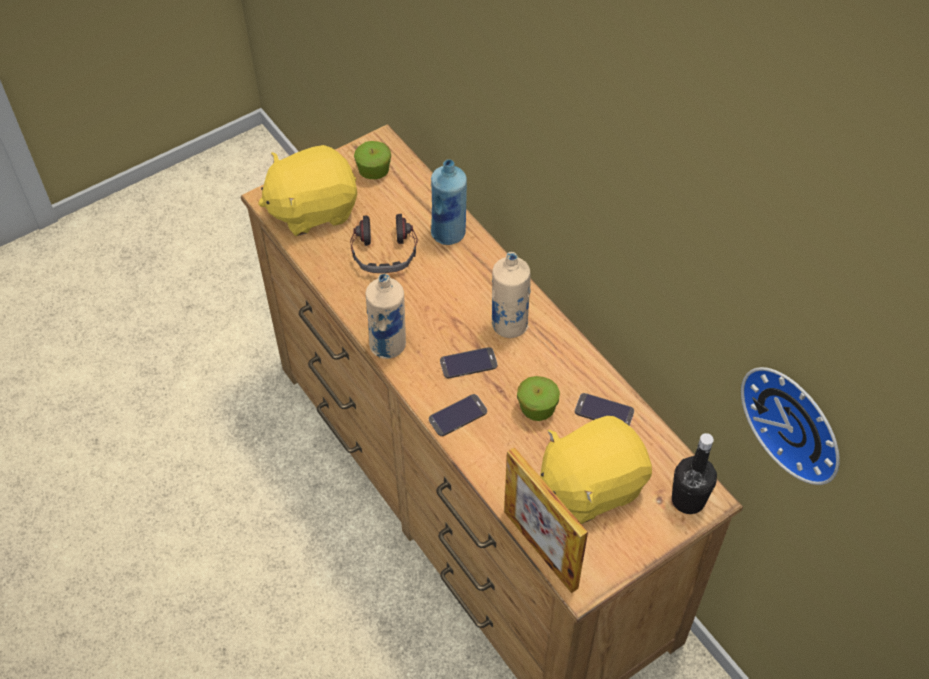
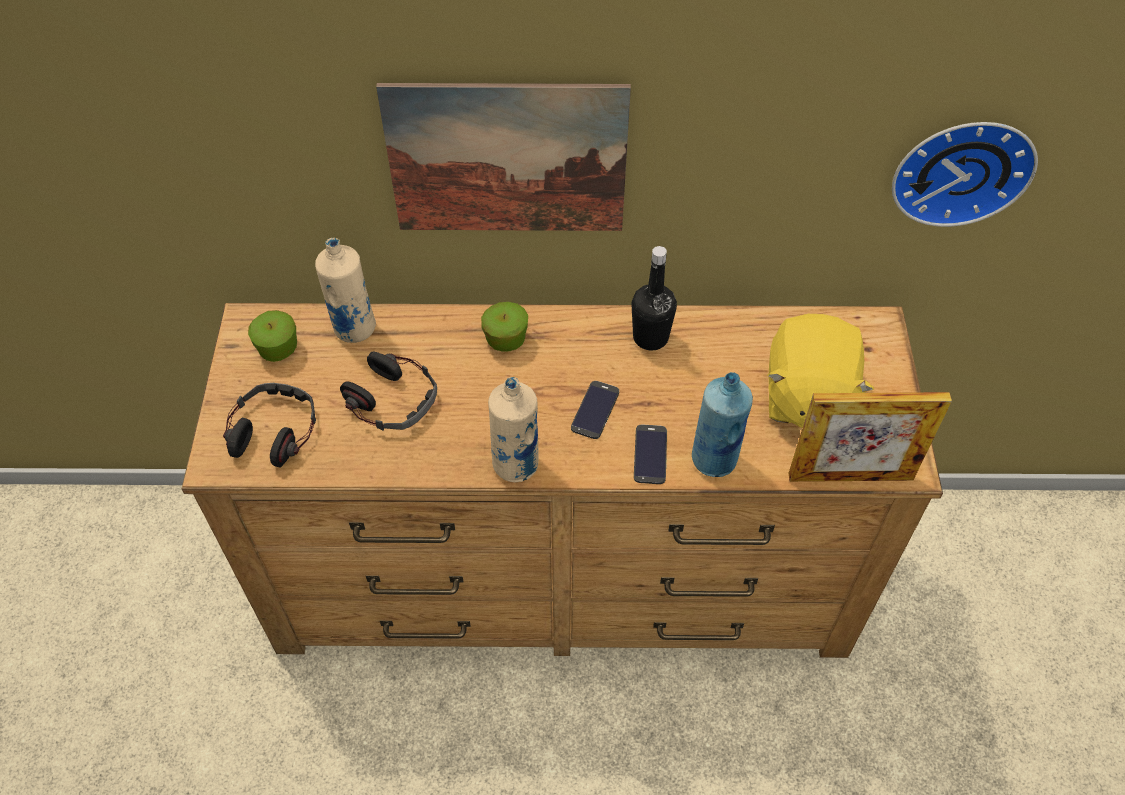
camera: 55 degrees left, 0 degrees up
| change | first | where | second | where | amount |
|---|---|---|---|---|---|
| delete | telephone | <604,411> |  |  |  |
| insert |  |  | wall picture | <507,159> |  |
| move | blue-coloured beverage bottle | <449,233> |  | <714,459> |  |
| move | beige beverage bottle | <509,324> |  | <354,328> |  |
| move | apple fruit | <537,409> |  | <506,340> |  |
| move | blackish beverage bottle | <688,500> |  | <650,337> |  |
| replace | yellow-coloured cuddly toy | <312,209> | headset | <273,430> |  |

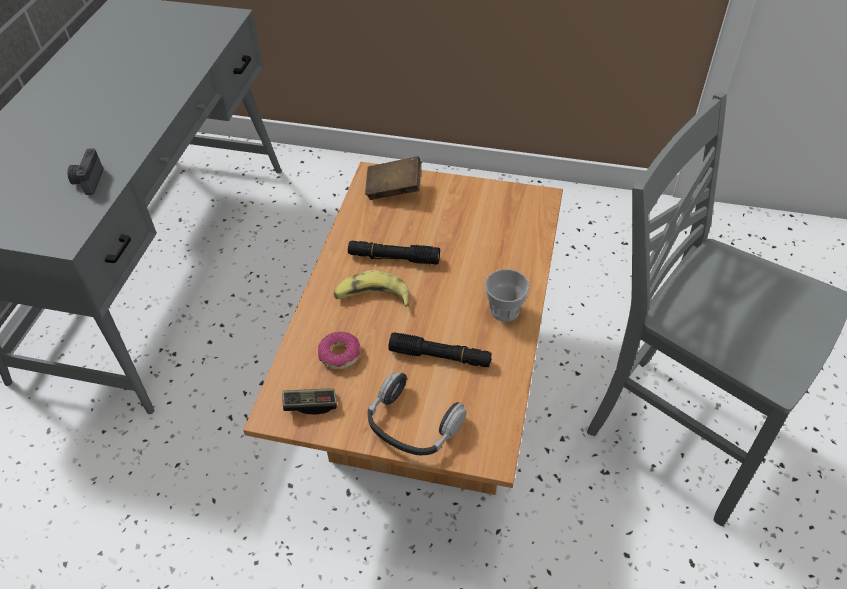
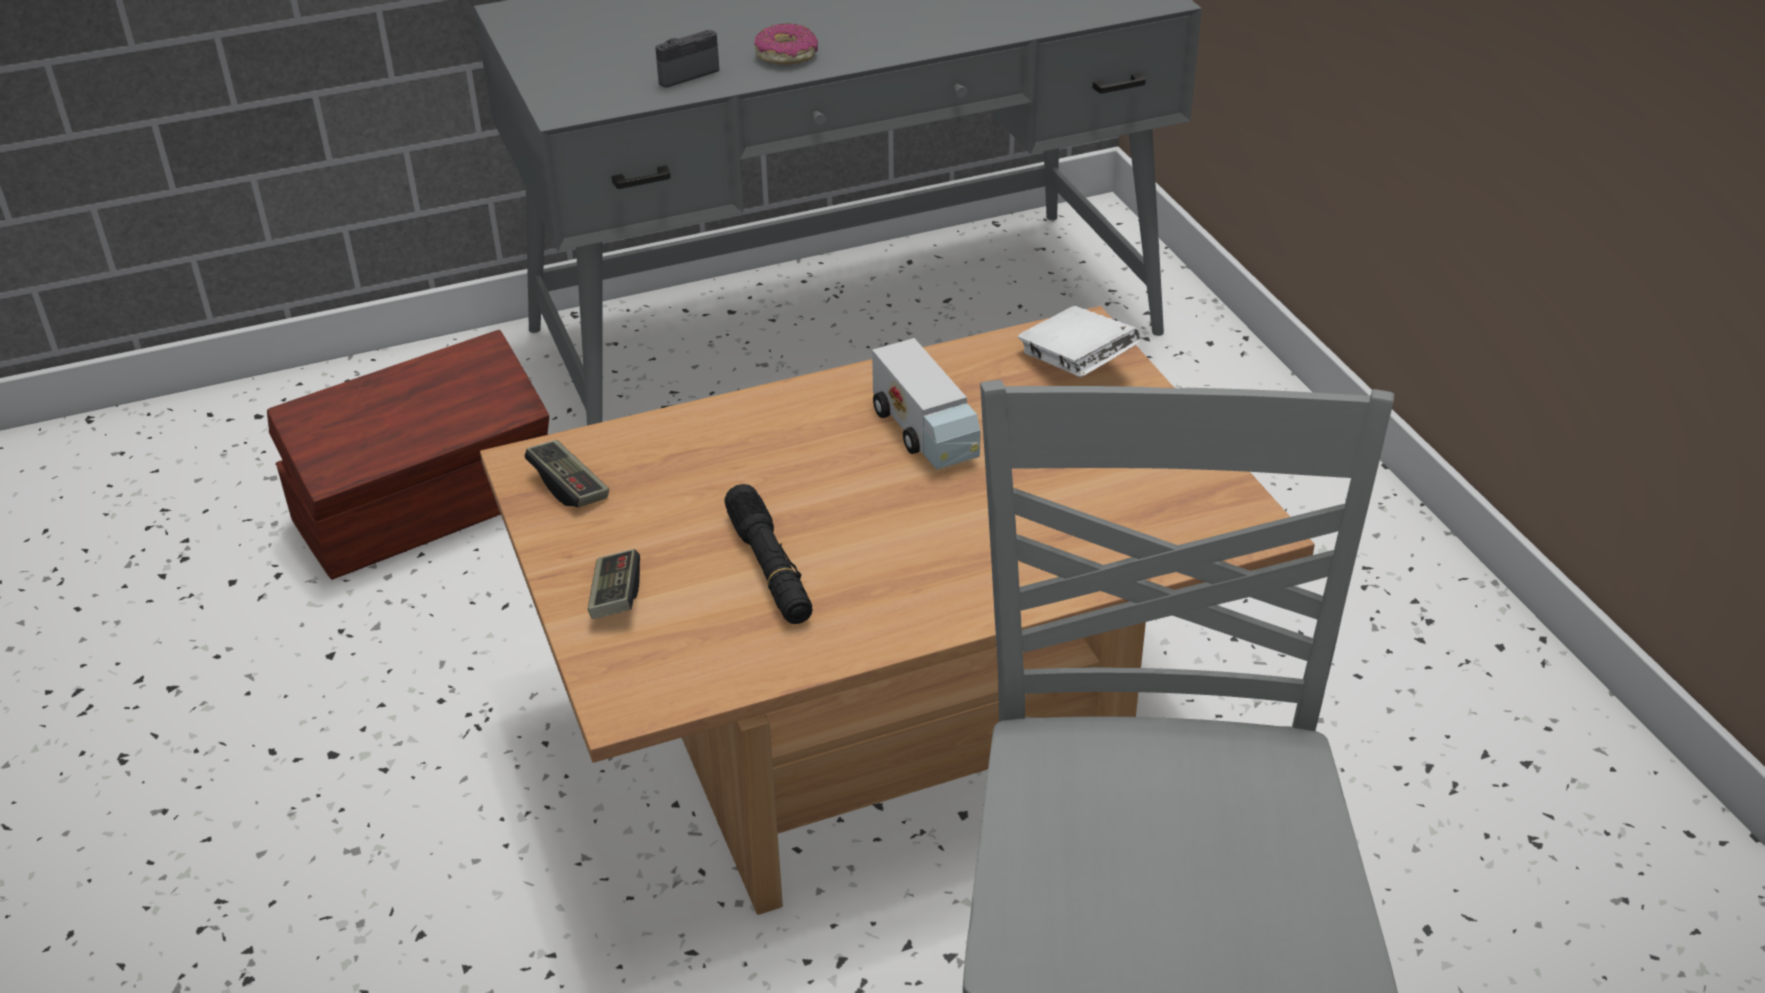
camera: 55 degrees right, 10 degrees down
| change | first | where | second | where | amount |
|---|---|---|---|---|---|
| delete | whole banana | <372,297> |  |  |  |
| delete | small cup | <504,310> |  |  |  |
| insert |  |  | brown-coloured storage box | <429,508> |  |
| move | donut | <339,355> |  | <786,55> |  |
| replace | blackish torch | <393,258> | toy lorry | <925,432> |  |
| replace | headset | <413,424> | gamepad | <615,597> |  |
| recolor | brown-coloured volume | <394,189> | white volume | <1076,365> |  |

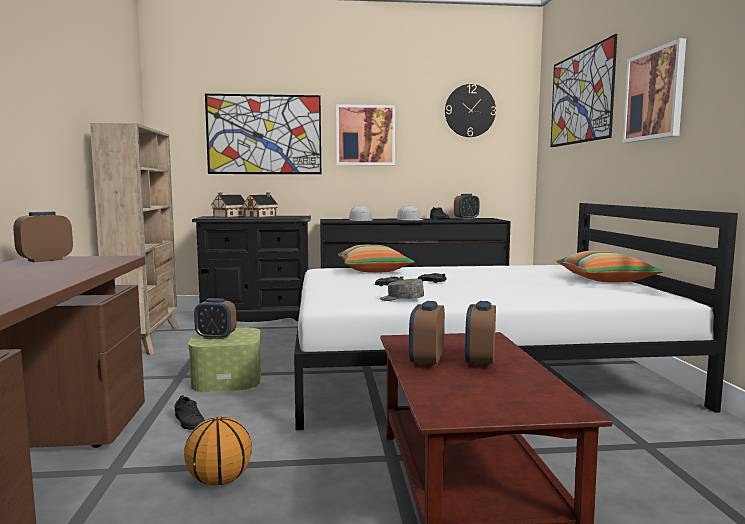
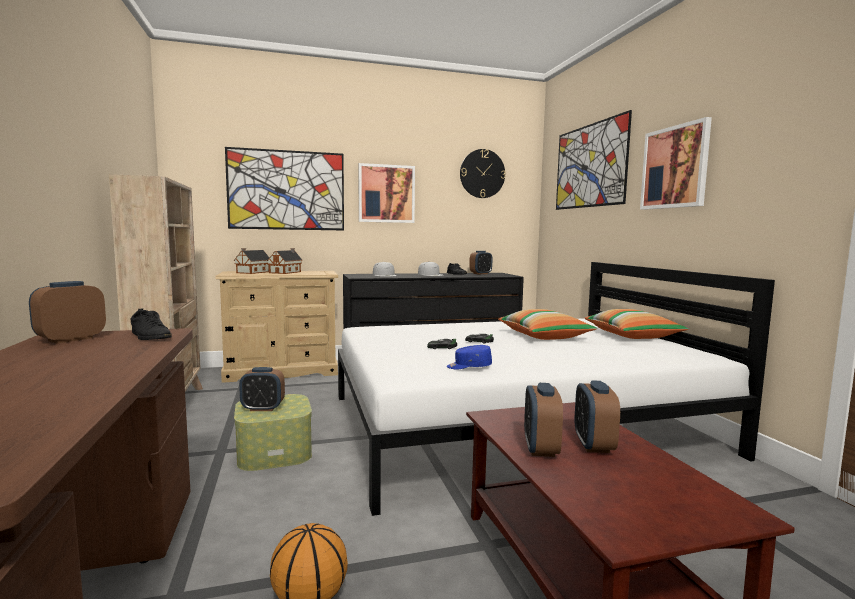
camera: 10 degrees left, 0 degrees up
| change | first | where | second | where | amount |
|---|---|---|---|---|---|
| move | blackish low shoe | <190,422> |  | <150,336> |  |
| move | cushion | <374,270> |  | <544,336> |  |
| recolor | blackish chest of drawers | <257,316> | beige chest of drawers | <282,371> |  |
| recolor | greyish baseball cap | <401,299> | blue-coloured baseball cap | <469,367> |  |

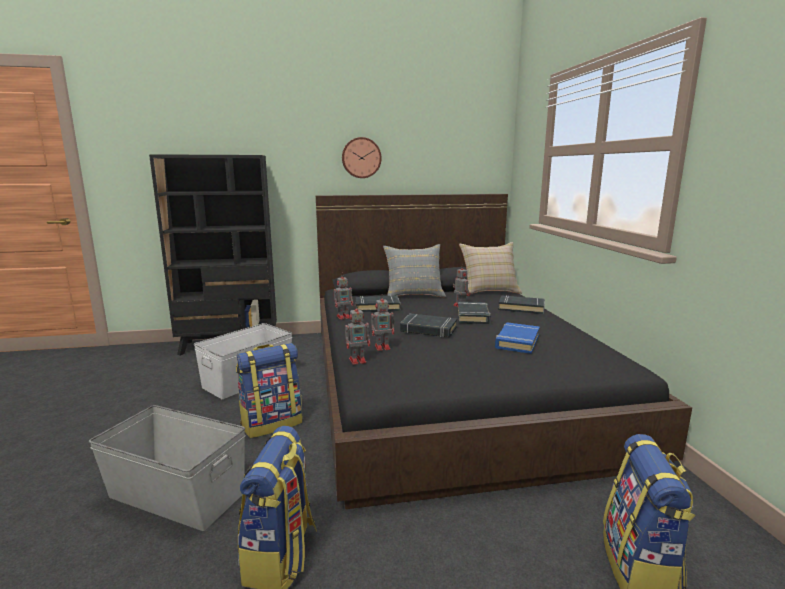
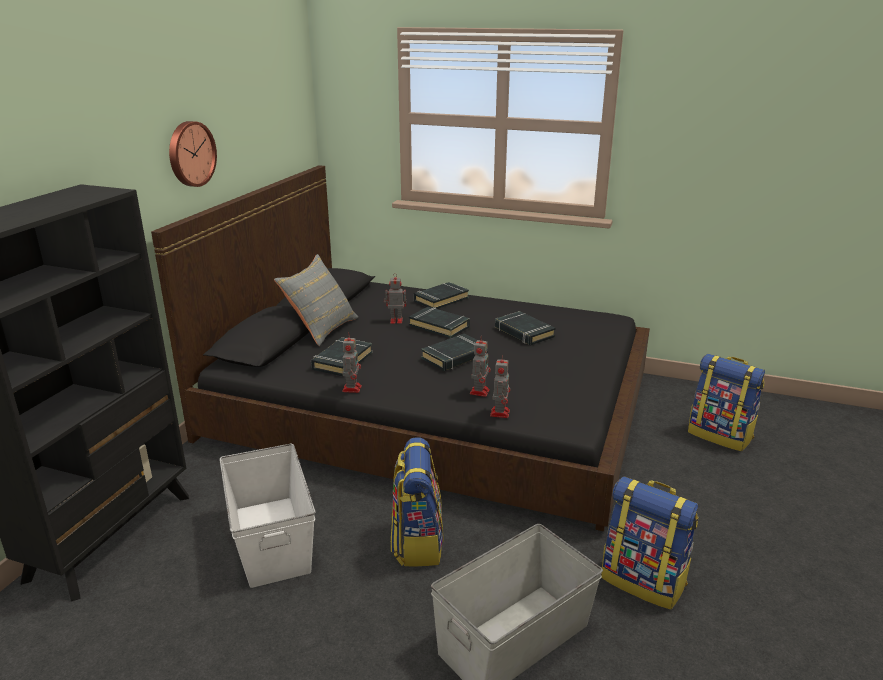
camera: 60 degrees left, 10 degrees up
| change | first | where | second | where | amount |
|---|---|---|---|---|---|
| delete | beige cushion | <489,290> |  |  |  |
| recolor | blue-coloured volume | <517,342> | blackish volume | <523,332> |  |

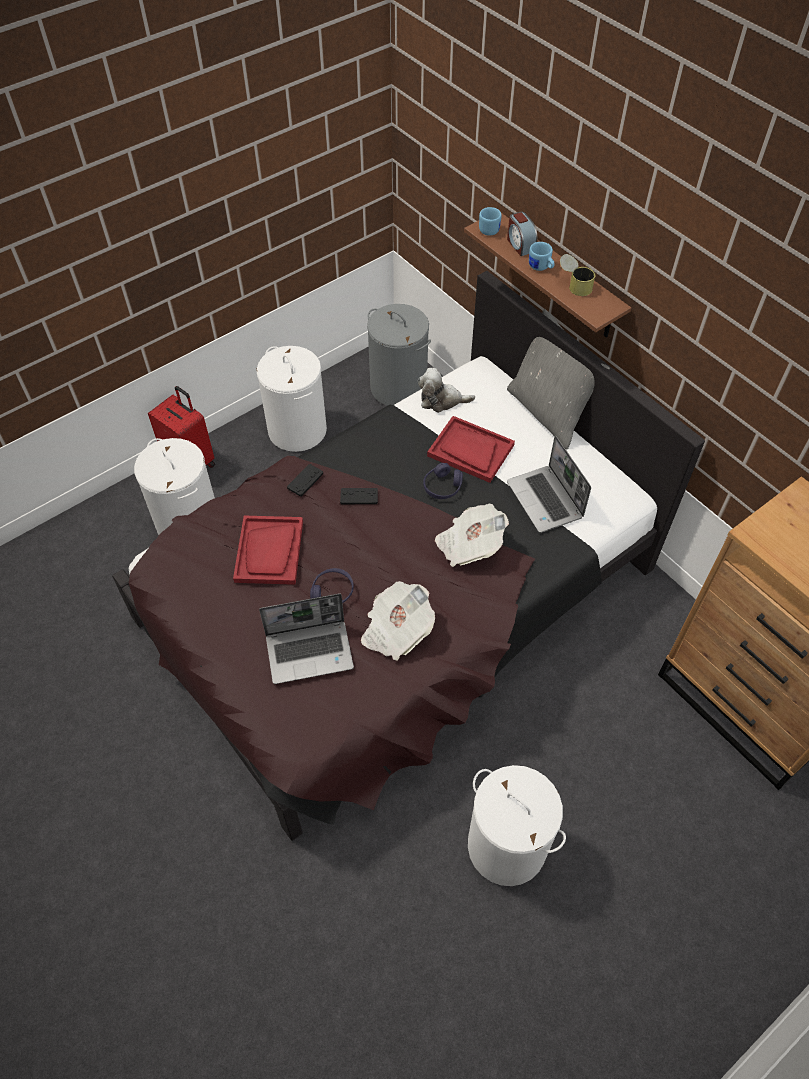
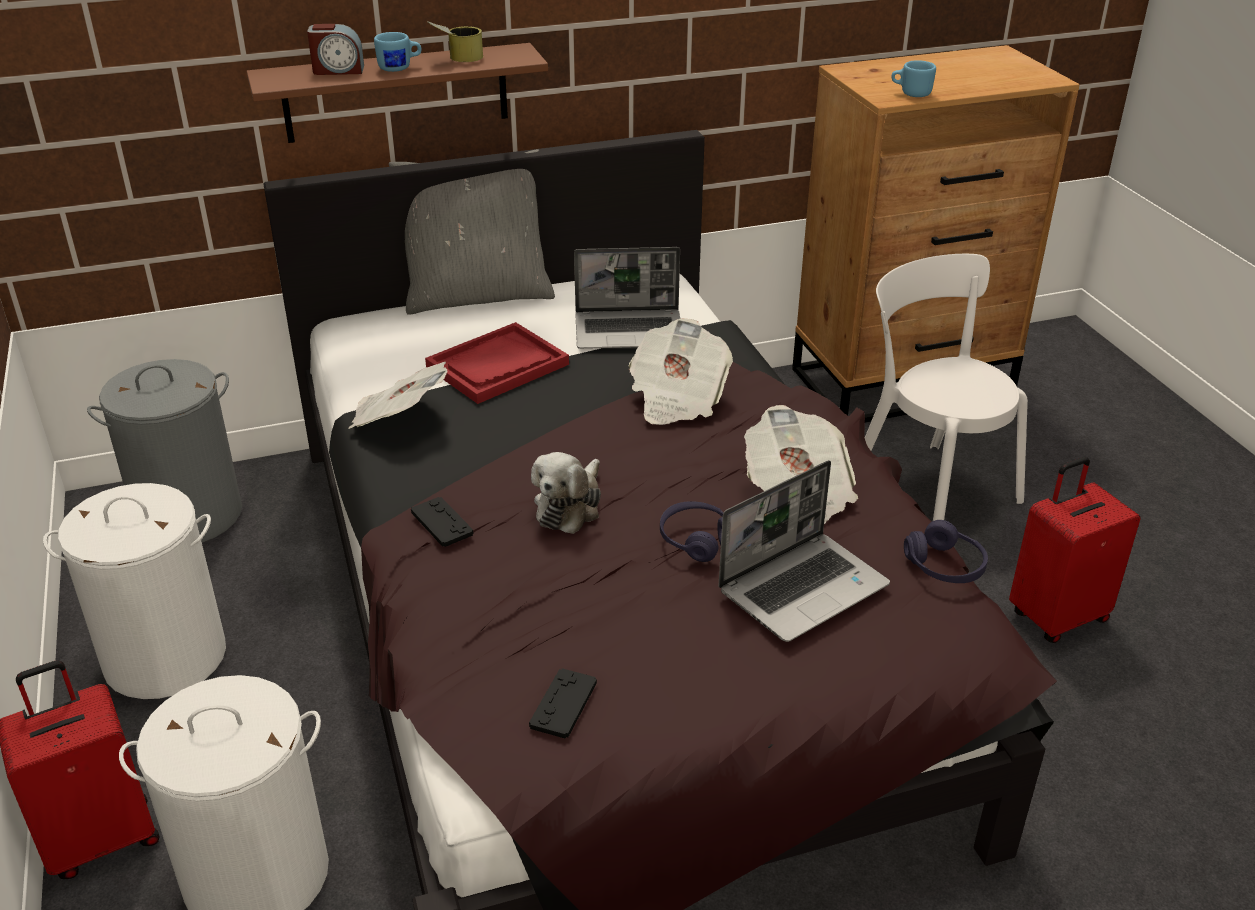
camera: 70 degrees left, 20 degrees down
| change | first | where | second | where | amount |
|---|---|---|---|---|---|
| delete | red serving tray | <269,551> |  |  |  |
| insert |  |  | newspaper | <399,419> |  |
| insert |  |  | white plain chair | <928,488> |  |
| move | blackish gamepad | <359,496> |  | <563,704> |  |
| move | cuddly toy | <441,400> |  | <570,506> |  |
| move | purple-coloured headset | <442,487> |  | <944,566> |  |
| move | blue-coloured coffee mug | <488,228> |  | <911,93> |  |
| replace | white laundry basket | <507,846> | red piece of luggage | <1056,616> |  |
| rotate | laptop | <310,651> |  | <803,587> | 45 degrees clockwise |

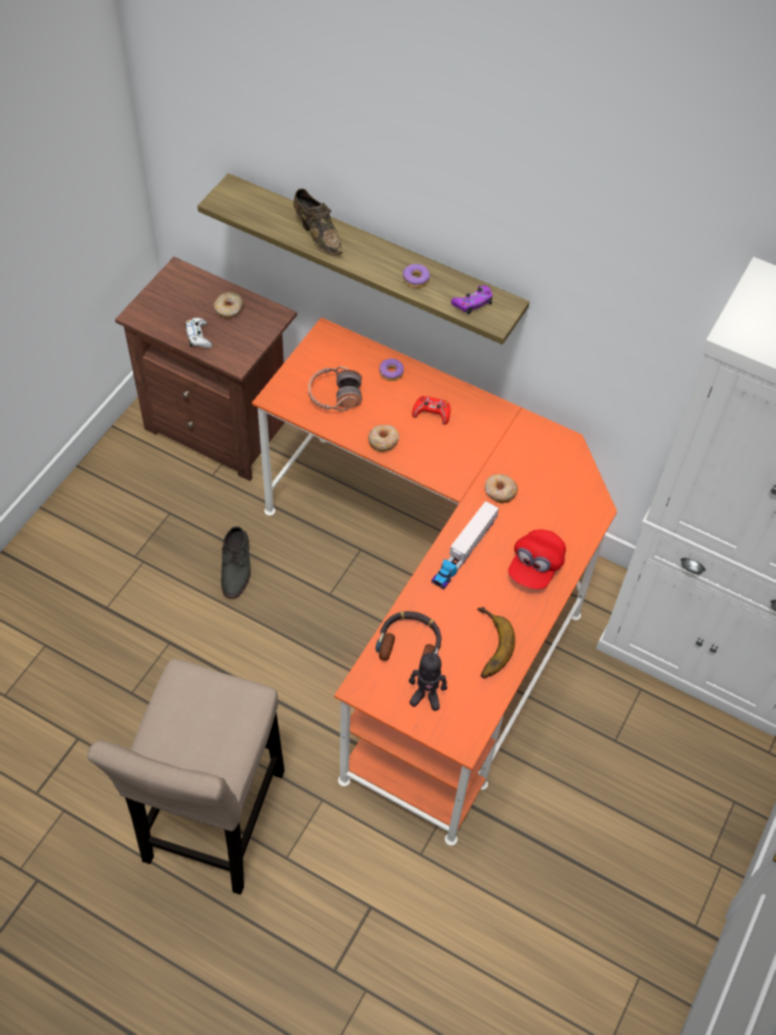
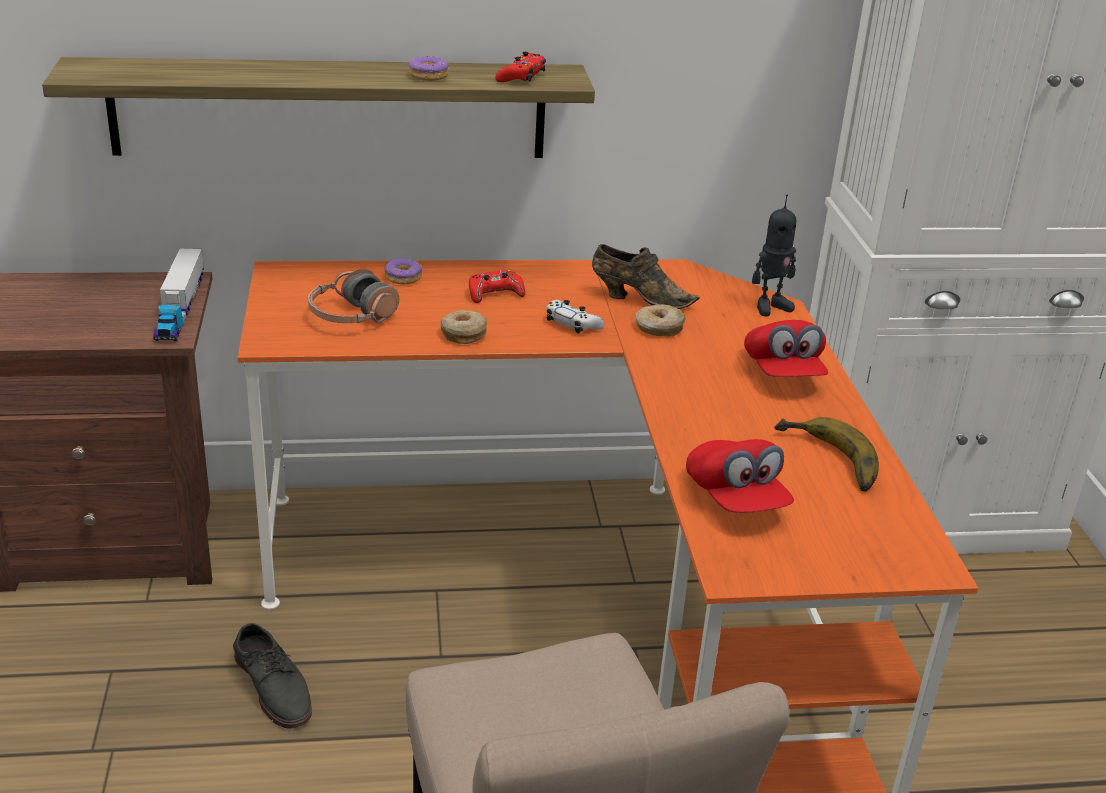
camera: 35 degrees left, 25 degrees down
| change | first | where | second | where | amount |
|---|---|---|---|---|---|
| delete | donut | <229,309> |  |  |  |
| move | white gamepad | <198,337> |  | <572,324> |  |
| move | brown-coloured low shoe | <317,234> |  | <639,299> |  |
| move | toy robot | <426,697> |  | <770,307> |  |
| move | toy lorry | <464,551> |  | <180,308> |  |
| replace | headset | <410,644> | red baseball cap | <736,499> |  |
| recolor | purple-coloured gamepad | <472,303> | red gamepad | <521,76> |  |

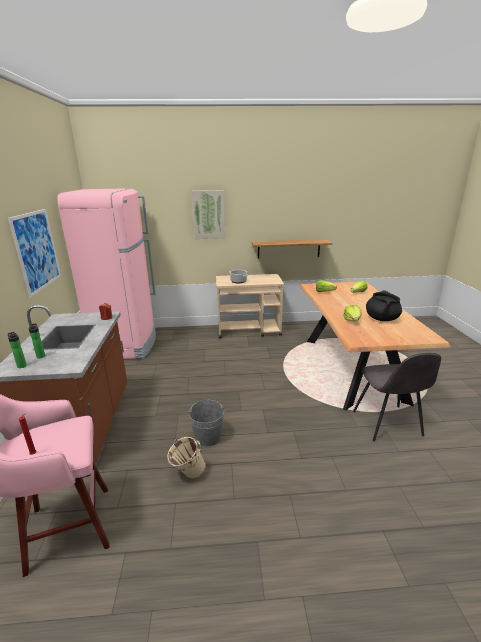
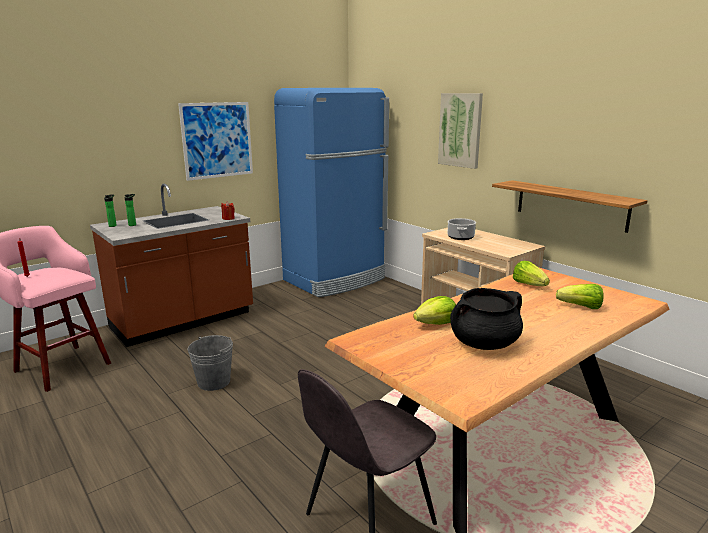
camera: 55 degrees right, 5 degrees down
| change | first | where | second | where | amount |
|---|---|---|---|---|---|
| delete | beige pail | <187,474> |  |  |  |
| recolor | pink-coloured refrigerator | <127,343> | blue-coloured refrigerator | <335,280> |  |

